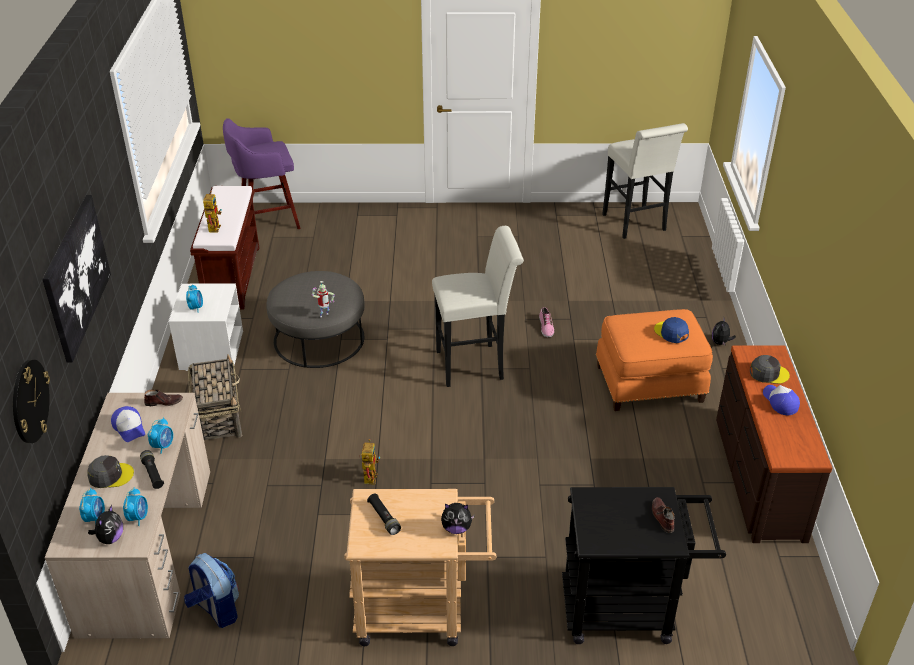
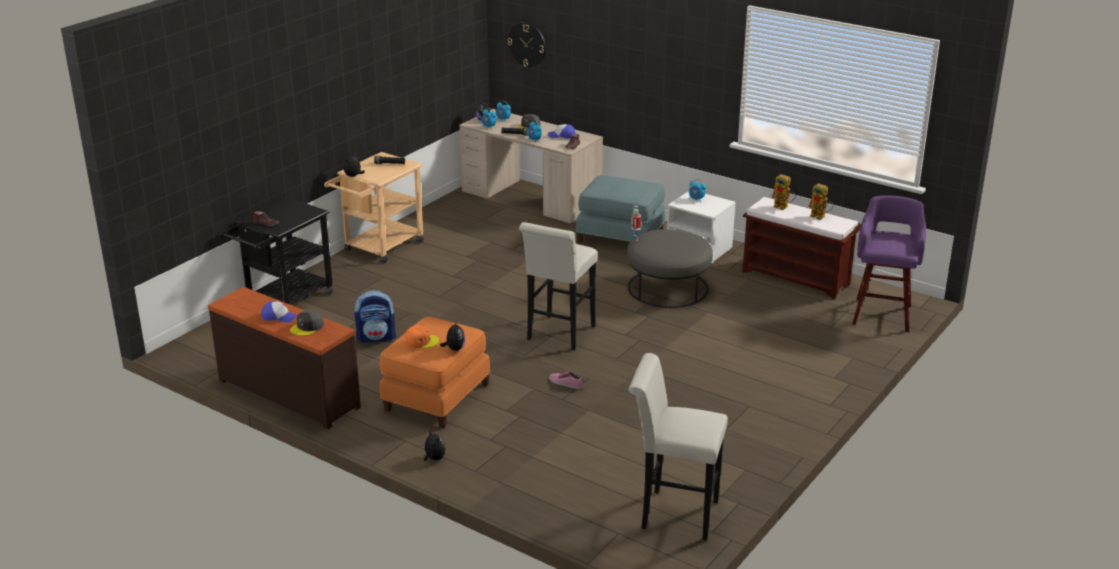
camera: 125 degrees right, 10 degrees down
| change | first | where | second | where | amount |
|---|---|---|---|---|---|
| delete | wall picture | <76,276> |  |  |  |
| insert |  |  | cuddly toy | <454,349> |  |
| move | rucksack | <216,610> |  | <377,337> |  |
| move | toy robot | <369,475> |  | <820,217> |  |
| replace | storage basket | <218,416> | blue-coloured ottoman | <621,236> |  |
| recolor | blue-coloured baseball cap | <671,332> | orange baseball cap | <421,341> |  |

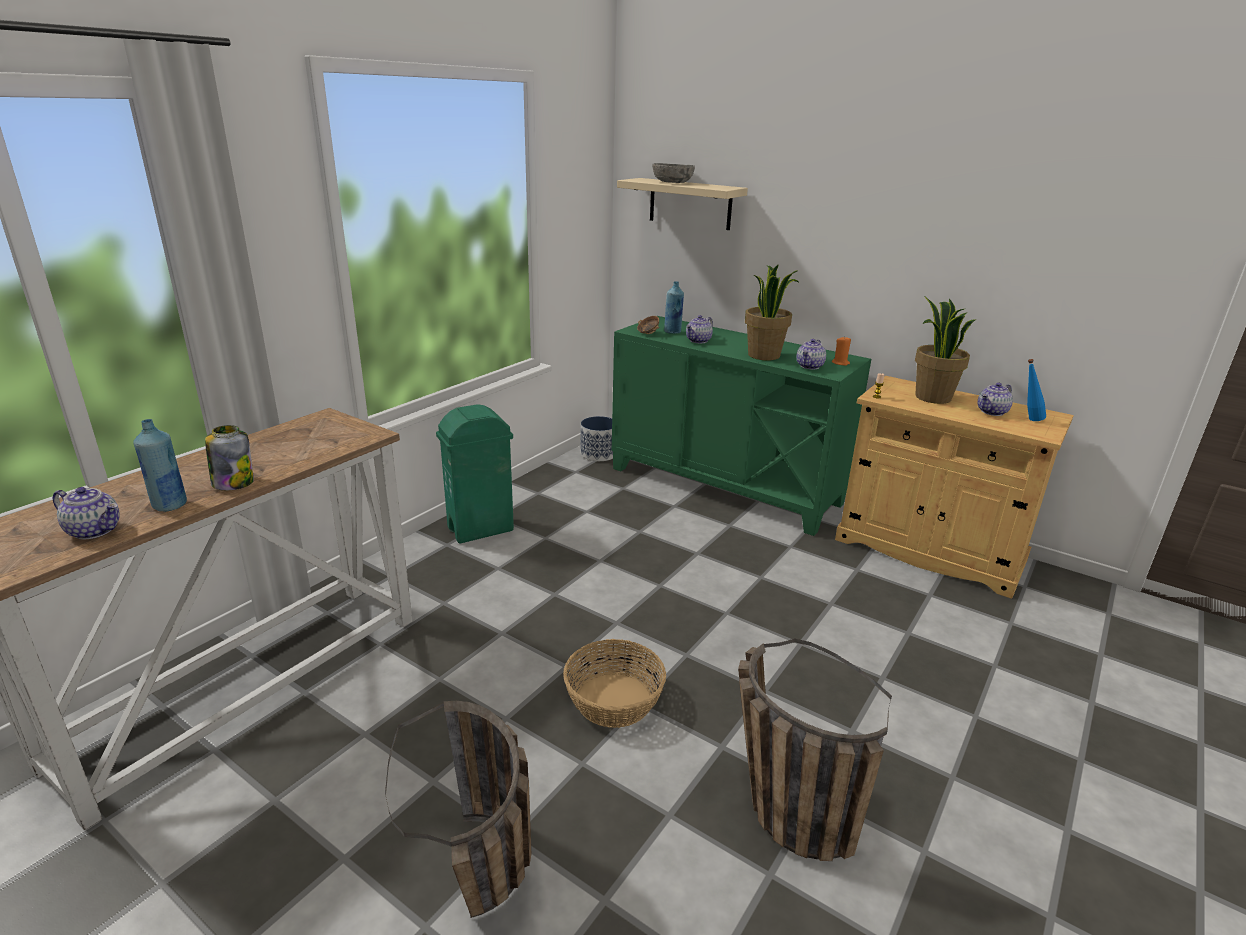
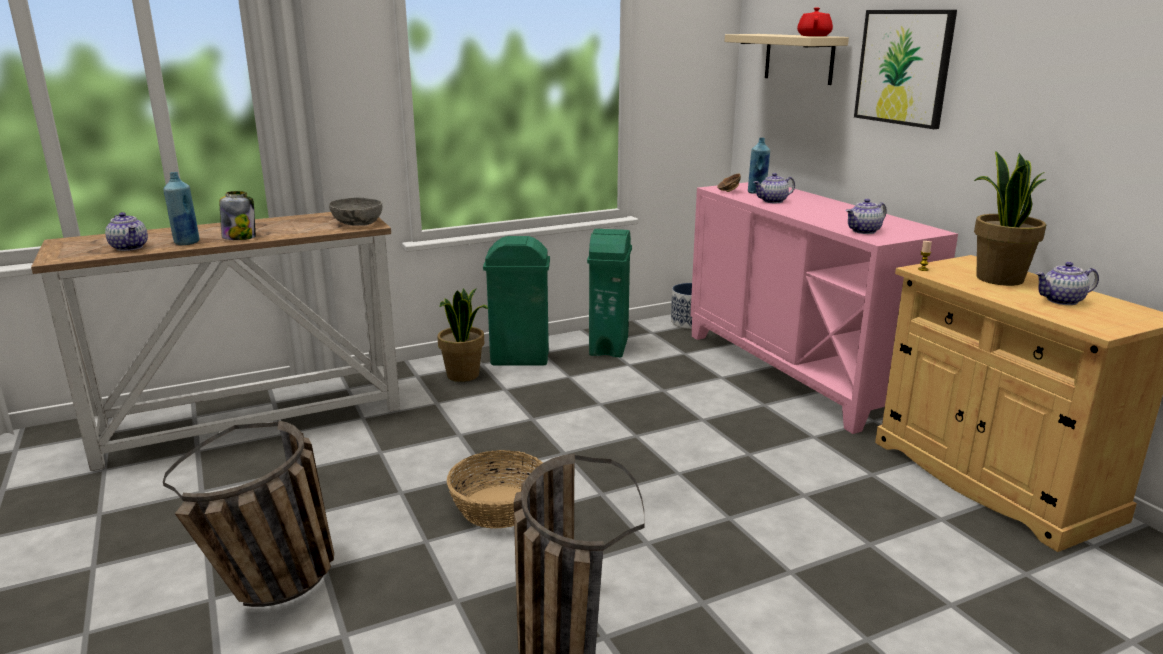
camera: 30 degrees right, 5 degrees down
| change | first | where | second | where | amount |
|---|---|---|---|---|---|
| delete | orange wax light | <840,363> |  |  |  |
| delete | blue-coloured beverage bottle | <1027,420> |  |  |  |
| insert |  |  | green waste bin | <609,346> |  |
| insert |  |  | red teapot | <814,36> |  |
| insert |  |  | wall picture | <904,67> |  |
| move | greyish bowl | <672,182> |  | <357,223> |  |
| move | plant in a pot | <764,355> |  | <463,375> |  |
| recolor | green storage cabinet | <725,485> | pink-coloured storage cabinet | <797,371> |  |

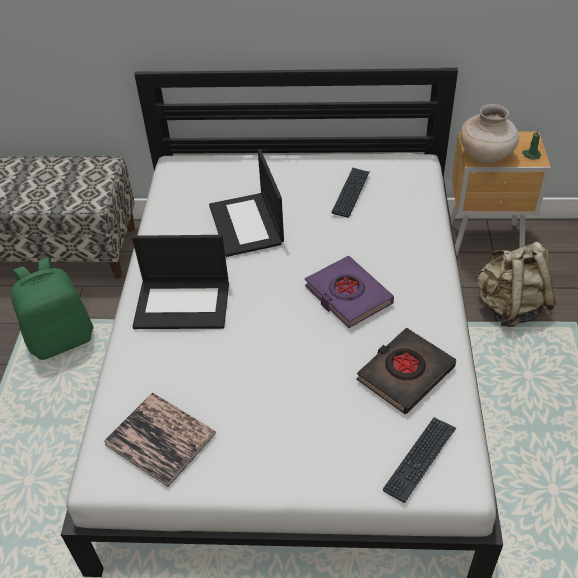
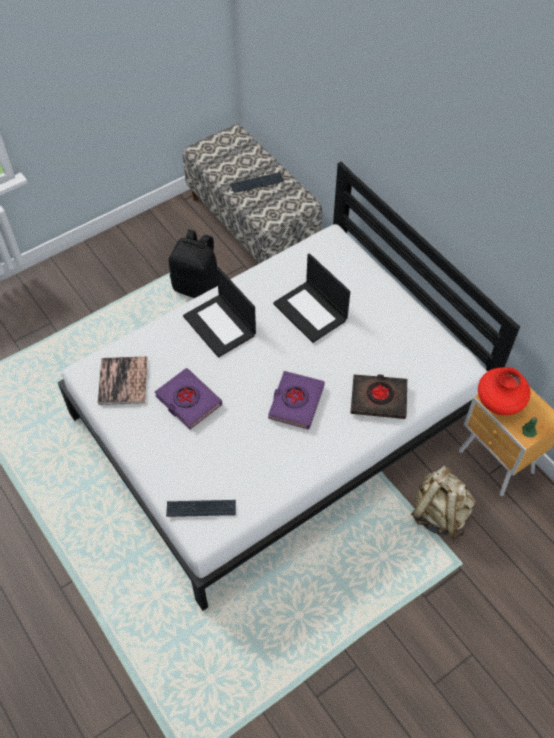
camera: 50 degrees right, 10 degrees up
| change | first | where | second | where | amount |
|---|---|---|---|---|---|
| insert |  |  | purple-coloured volume | <188,401> |  |
| move | computer keyboard | <351,193> |  | <257,183> |  |
| move | blackish volume | <405,373> |  | <378,398> |  |
| recolor | green rucksack | <61,339> | blackish rucksack | <198,287> |  |
| recolor | beige vase | <486,156> | red vase | <499,403> |  |
| rotate | laptop | <247,225> |  | <311,312> | 75 degrees counterclockwise |

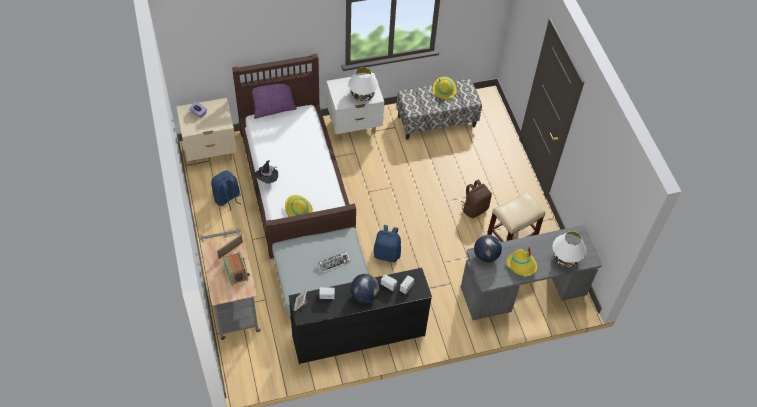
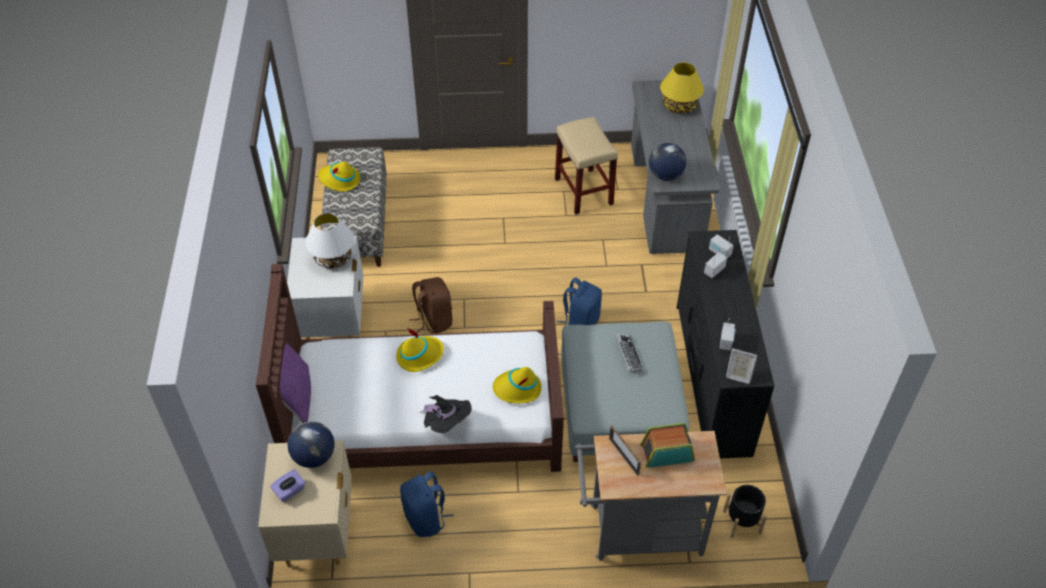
camera: 75 degrees left, 5 degrees down
| change | first | where | second | where | amount |
|---|---|---|---|---|---|
| insert |  |  | blackish planter | <742,522> |  |
| move | globe | <364,295> |  | <314,456> |  |
| move | brown-coloured rucksack | <474,208> |  | <433,320> |  |
| move | yellow-coloured hat | <522,265> |  | <420,355> |  |
| recolor | white table lamp | <565,258> | yellow-coloured table lamp | <679,106> |  |

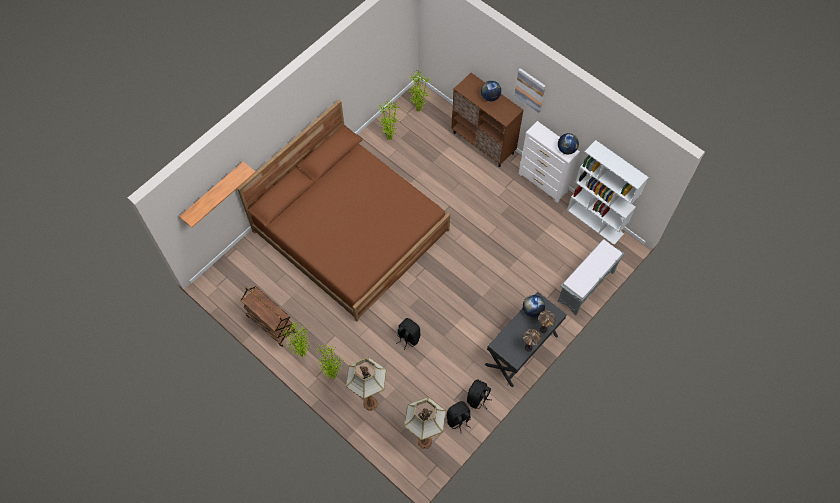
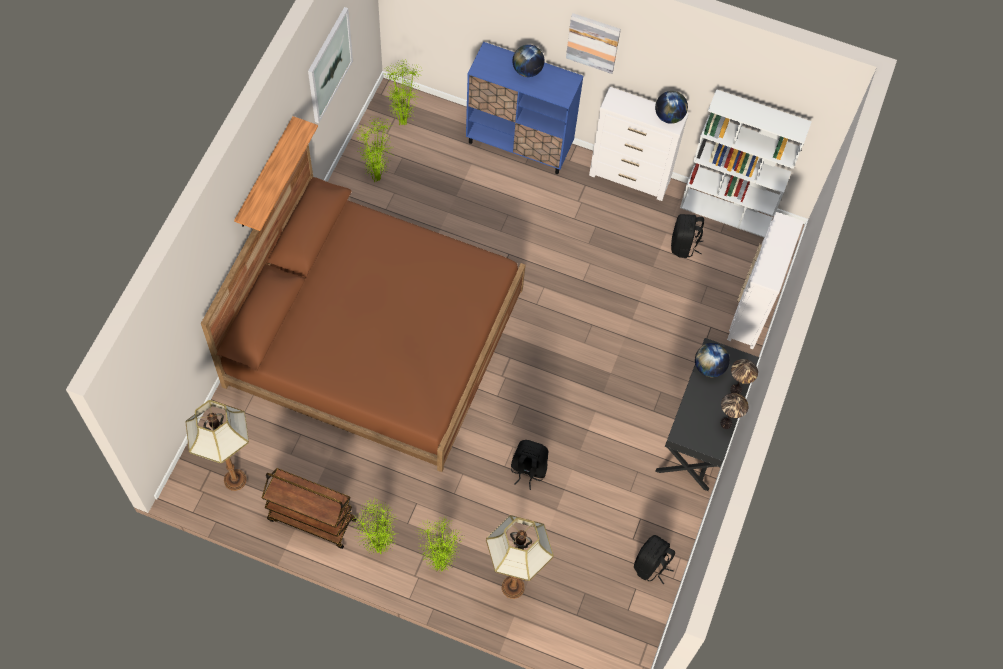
camera: 25 degrees left, 0 degrees up
| change | first | where | second | where | amount |
|---|---|---|---|---|---|
| insert |  |  | wall picture | <329,65> |  |
| move | shelf | <213,192> |  | <265,174> |  |
| move | standard lamp | <424,441> |  | <234,479> |  |
| move | blackish rucksack | <478,398> |  | <684,245> |  |
| replace | greyish indoor bench | <585,287> | white chest of drawers | <751,311> |  |
| recolor | brown-coloured storage cabinet | <483,143> | blue-coloured storage cabinet | <519,145> |  |

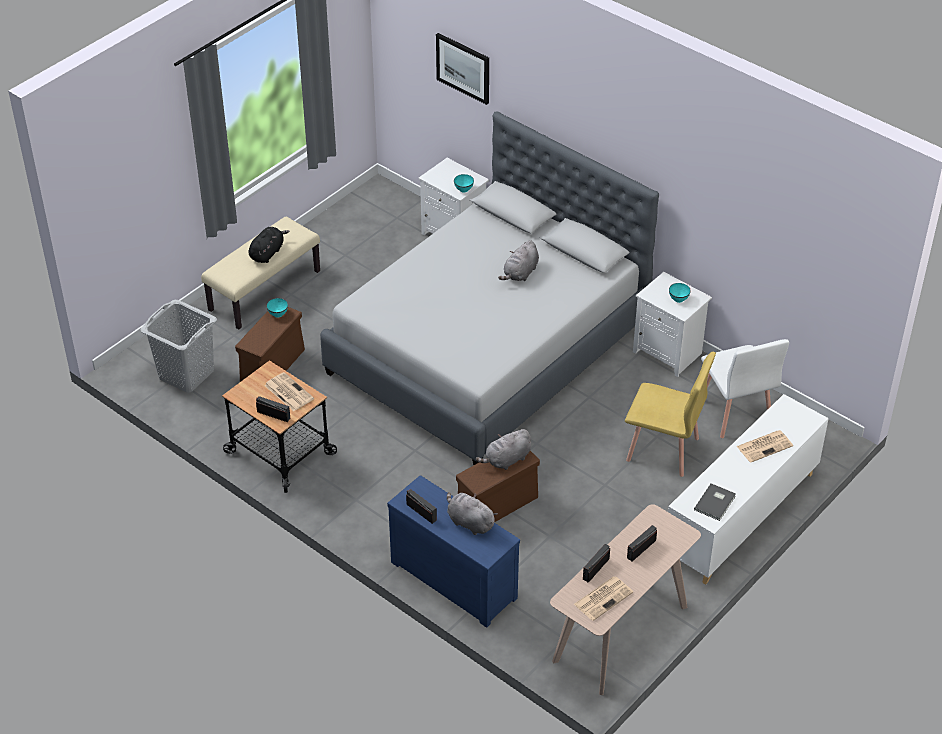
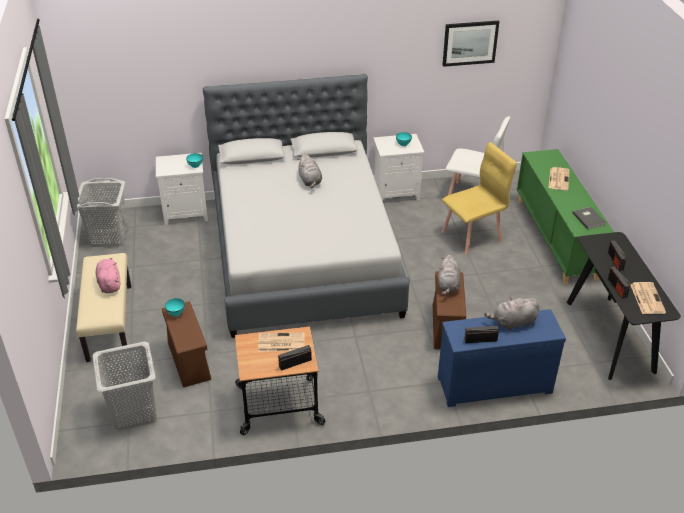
camera: 50 degrees left, 5 degrees down
| change | first | where | second | where | amount |
|---|---|---|---|---|---|
| insert |  |  | greyish laundry basket | <109,237> |  |
| move | wall picture | <463,68> |  | <470,43> |  |
| recolor | blackish cuddly toy | <267,253> | pink-coloured cuddly toy | <109,284> |  |
| recolor | beige console table | <621,634> | blackish console table | <610,336> |  |
| recolor | white storage cabinet | <741,517> | green storage cabinet | <556,238> |  |

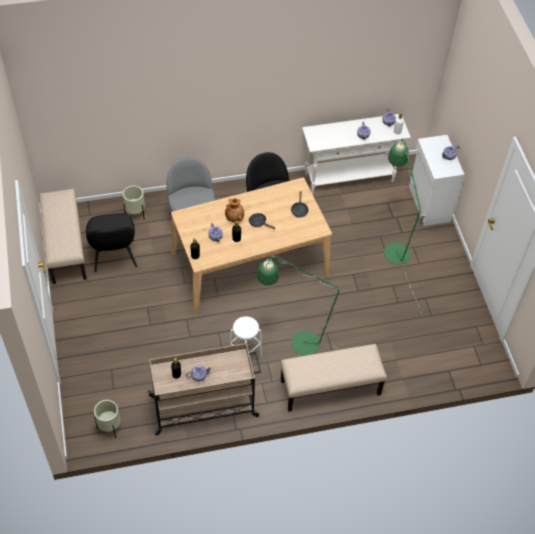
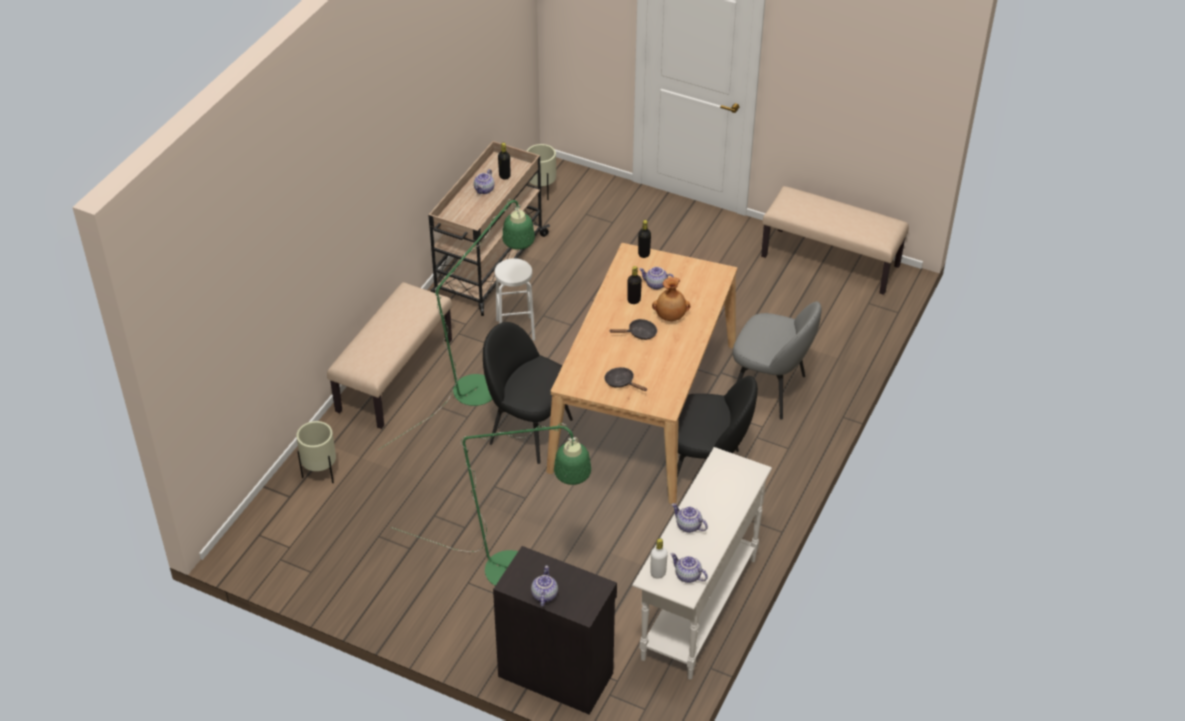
camera: 130 degrees right, 10 degrees down
| change | first | where | second | where | amount |
|---|---|---|---|---|---|
| move | blackish plain chair | <114,257> |  | <528,430> |  |
| move | beige planter | <135,214> |  | <320,473> |  |
| recolor | white storage cabinet | <428,204> | blackish storage cabinet | <555,673> |  |

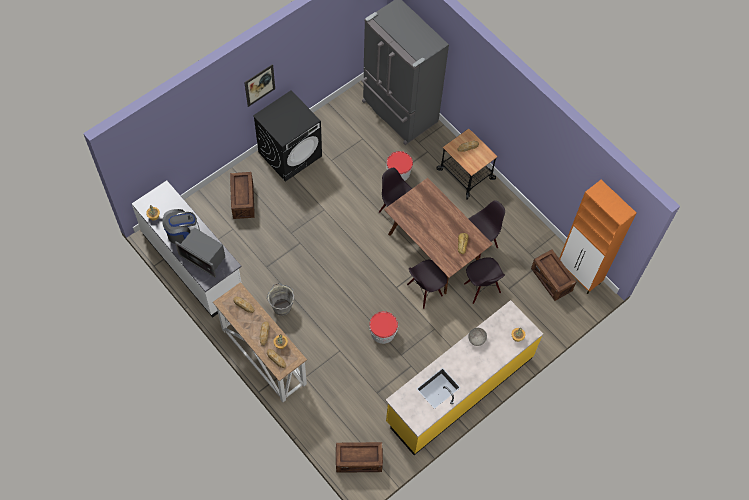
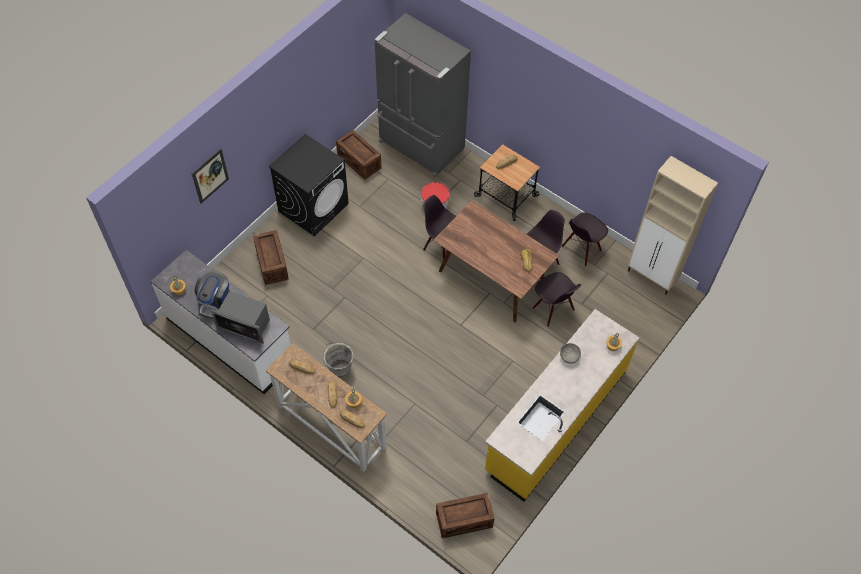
camera: 10 degrees left, 5 degrees down
| change | first | where | second | where | amount |
|---|---|---|---|---|---|
| delete | pail | <382,332> |  |  |  |
| move | wall picture | <259,85> |  | <210,176> |  |
| move | blackish plain chair | <424,291> |  | <581,249> |  |
| move | crate | <551,279> |  | <359,161> |  |
| recolor | orange storage cabinet | <579,275> | beige storage cabinet | <652,277> |  |
| rotate | coffee maker | <182,232> |  | <215,302> | 135 degrees clockwise |

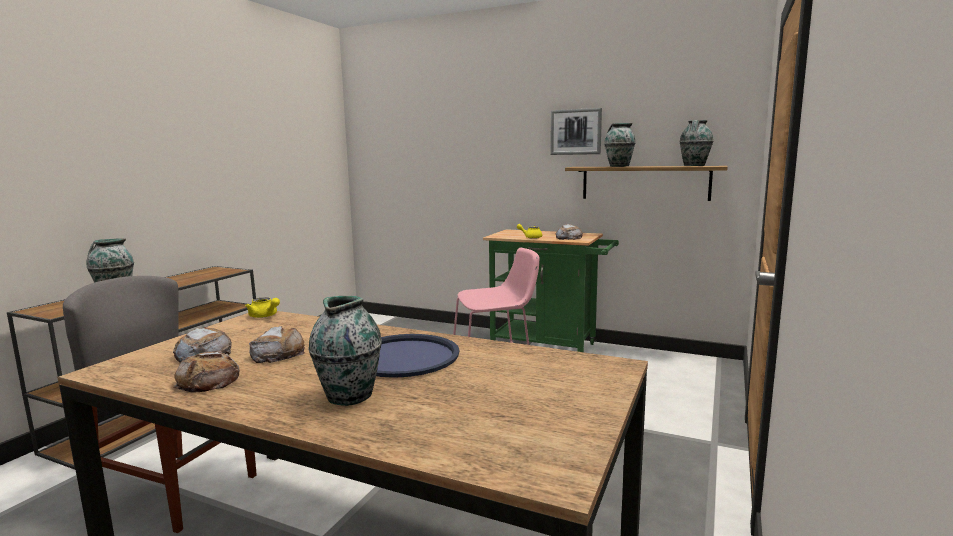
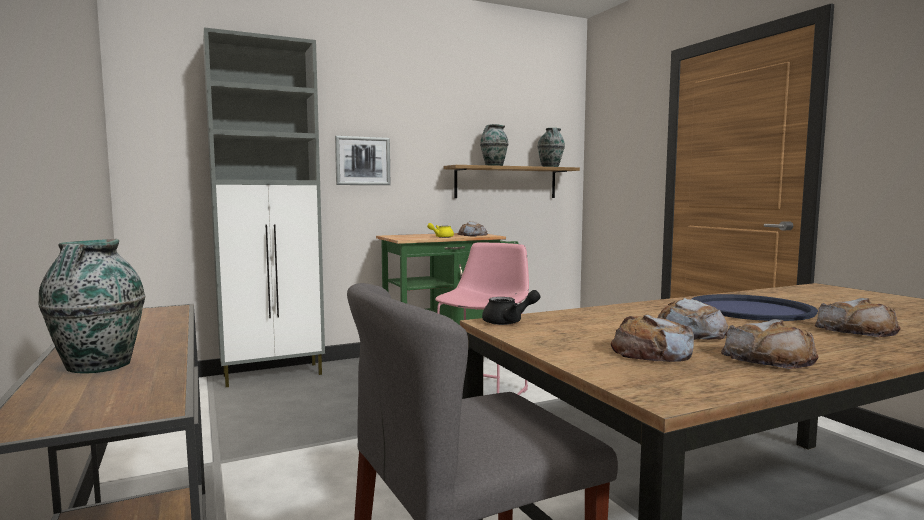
camera: 50 degrees left, 5 degrees down
| change | first | where | second | where | amount |
|---|---|---|---|---|---|
| insert |  |  | greyish storage cabinet | <274,375> |  |
| move | wall picture | <575,132> |  | <362,161> |  |
| replace | vase | <349,395> | bread | <855,330> |  |
| recolor | yellow-coloured teapot | <264,316> | blackish teapot | <508,322> |  |

